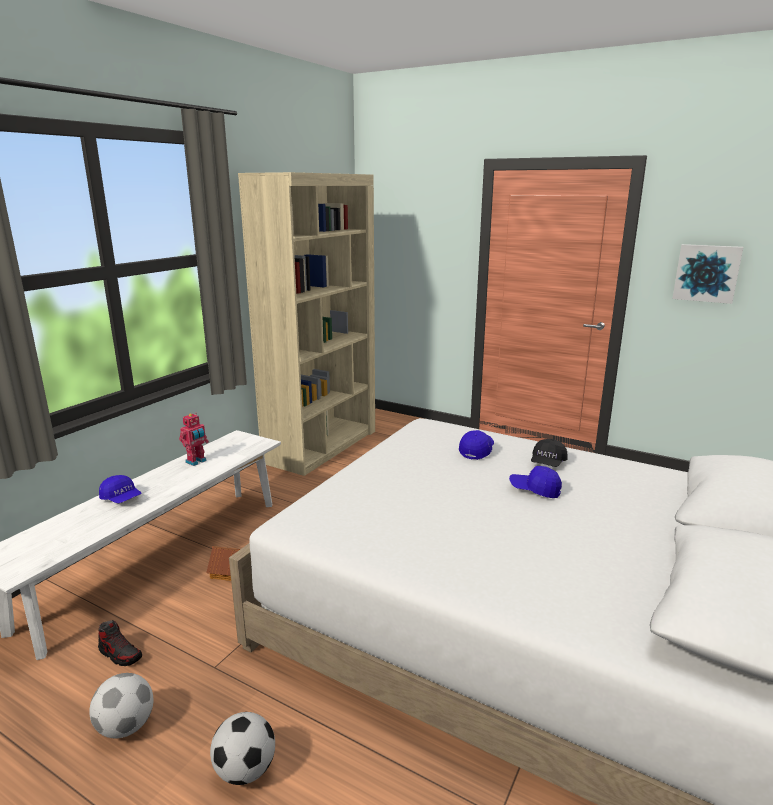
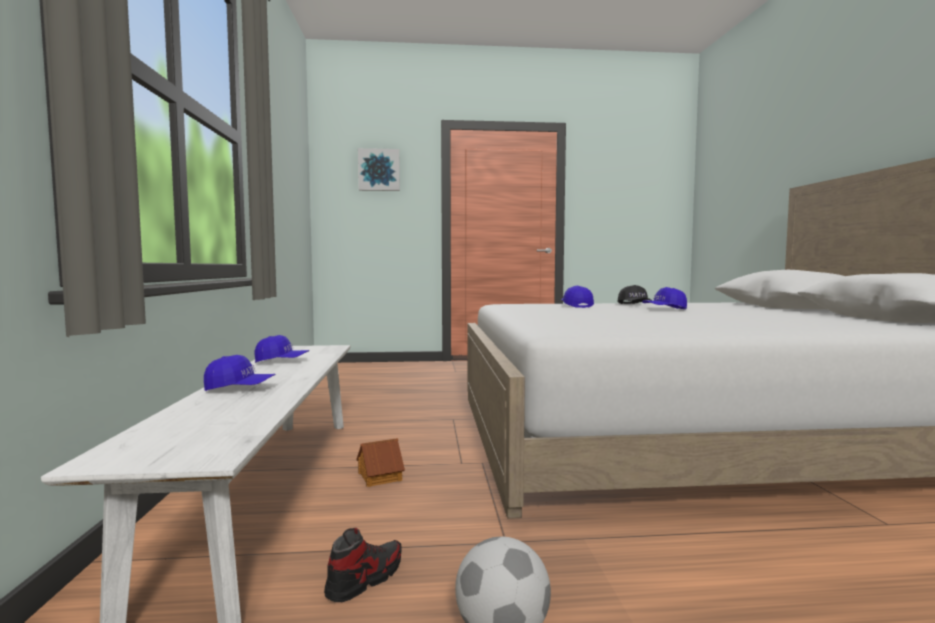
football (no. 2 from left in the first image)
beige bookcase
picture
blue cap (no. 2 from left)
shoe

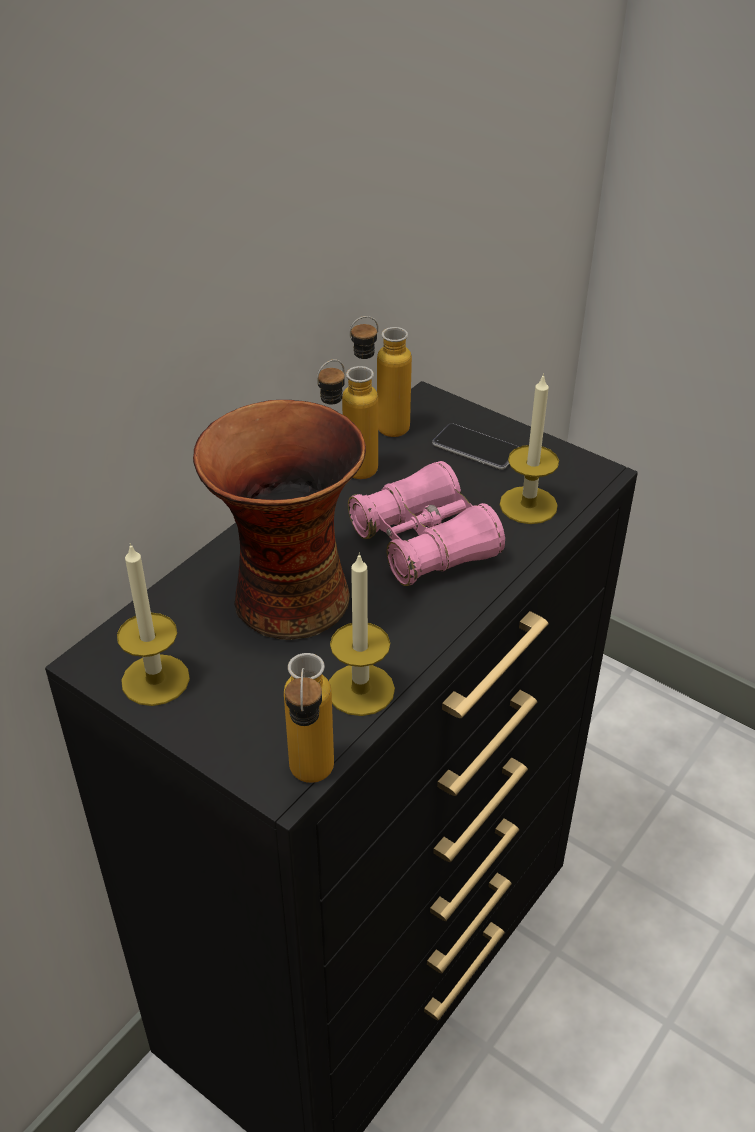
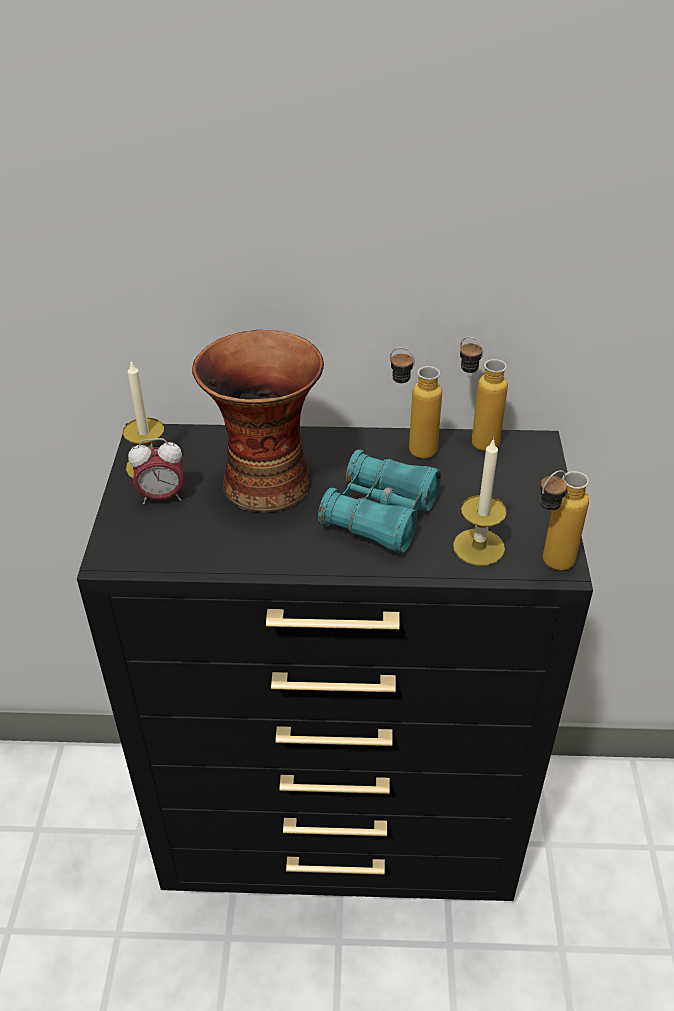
candle (no. 2 from left in the first image)
phone
alarm clock
bottle (no. 3 from left)
turquoise binoculars

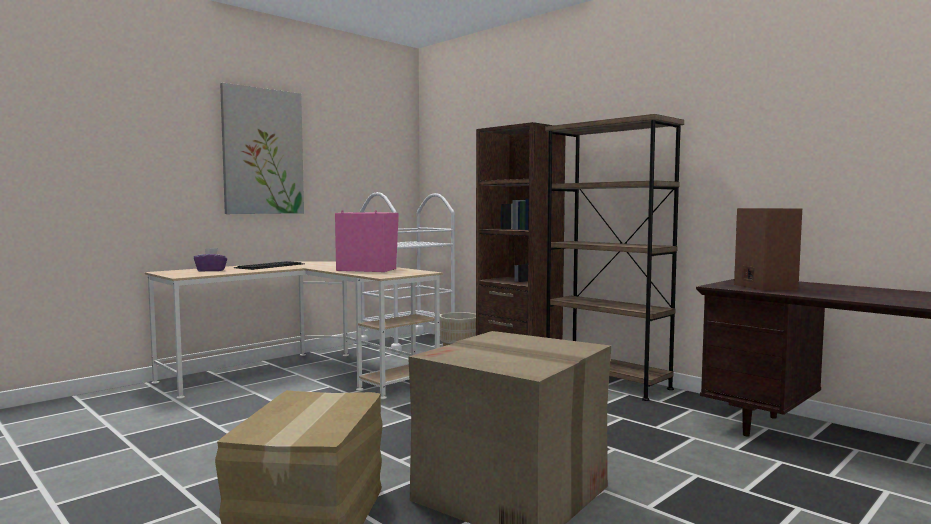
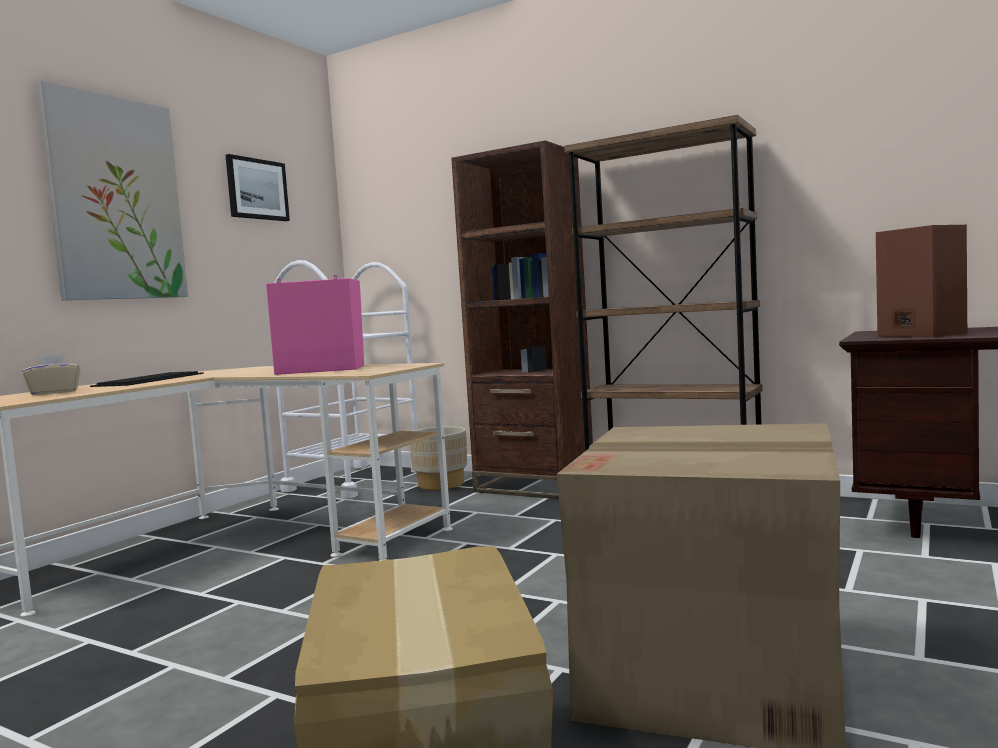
picture (no. 2 from left)
beige tissue box

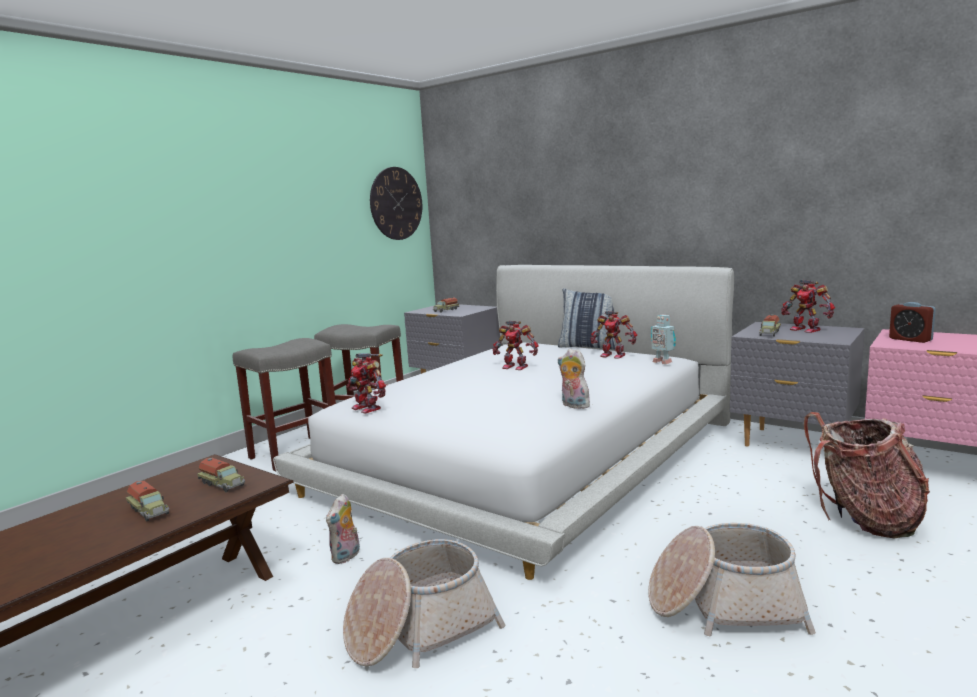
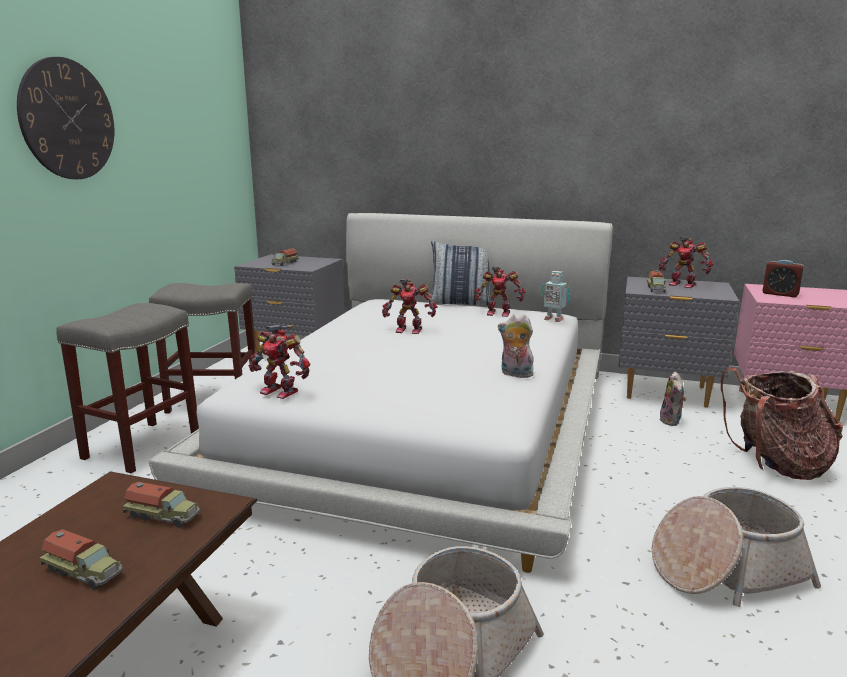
plush toy (no. 2 from left)
wall clock

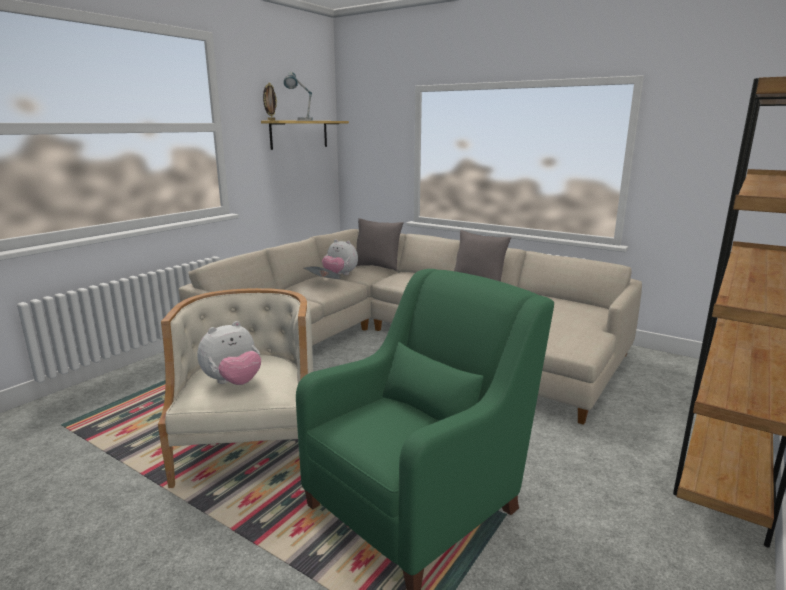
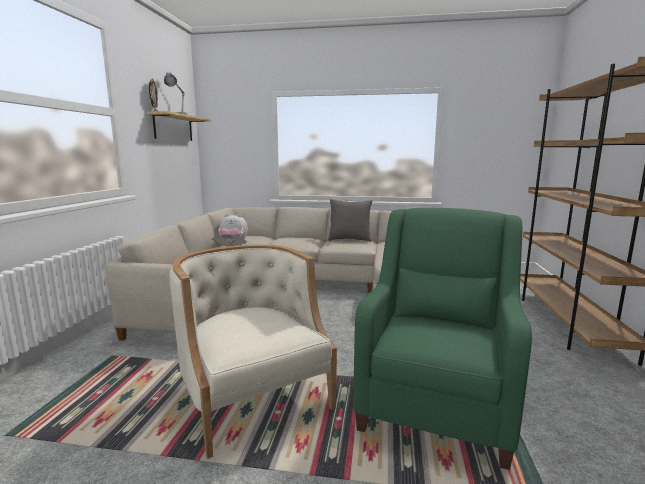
plush toy (no. 1 from left in the first image)
grey pillow (no. 1 from left in the first image)

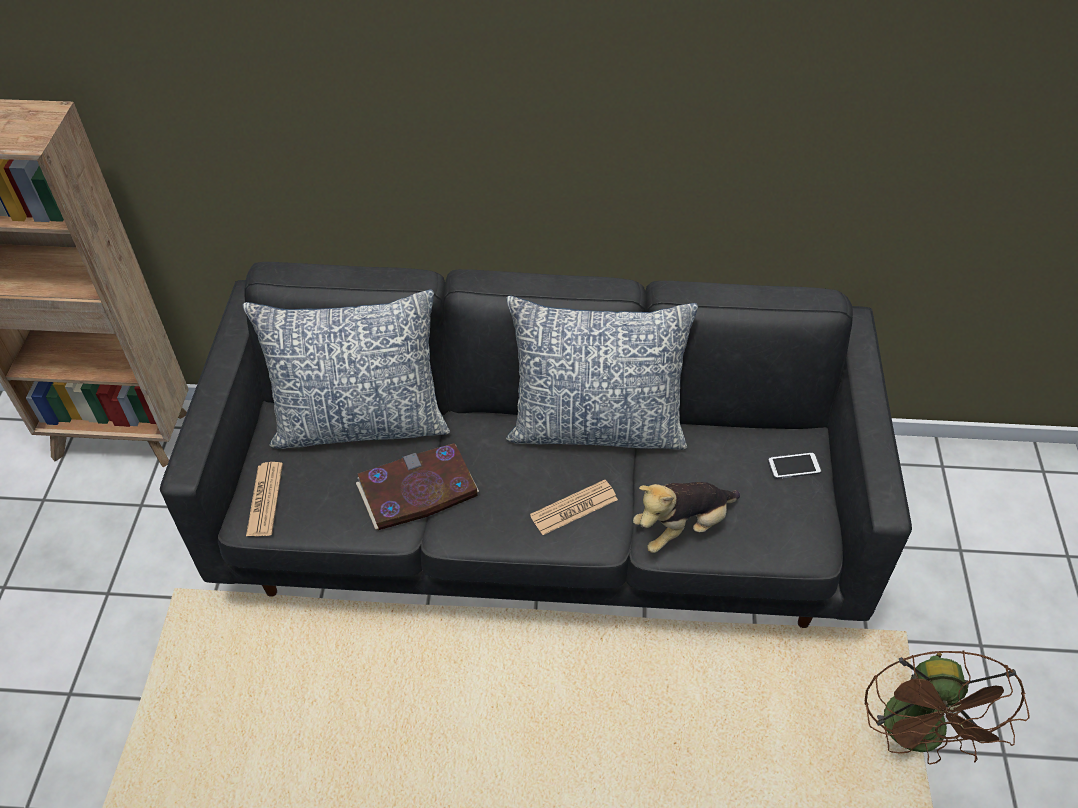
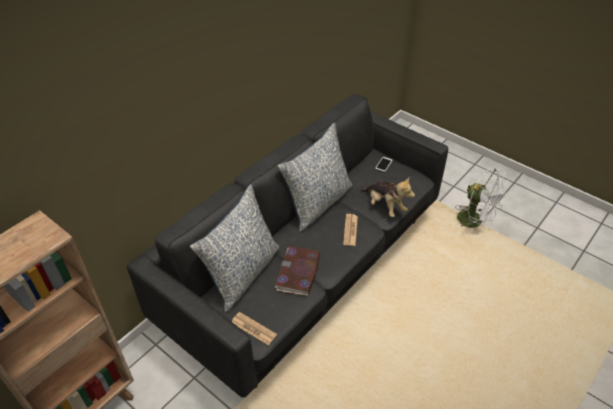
white fan
plush toy

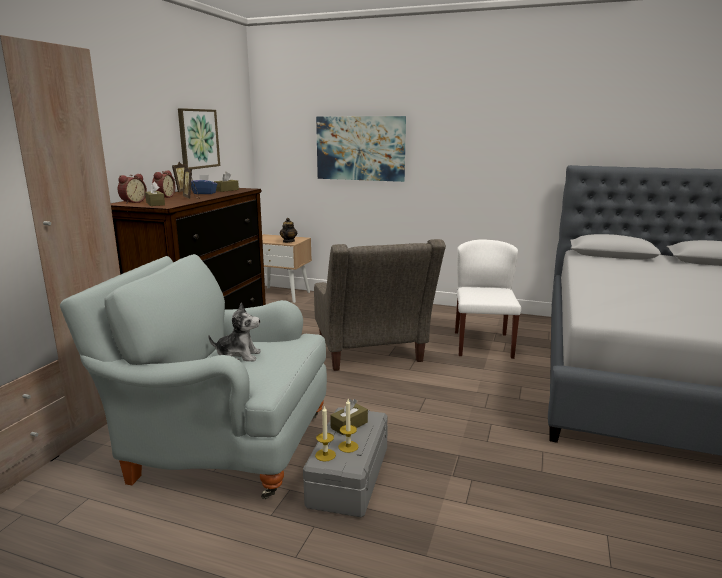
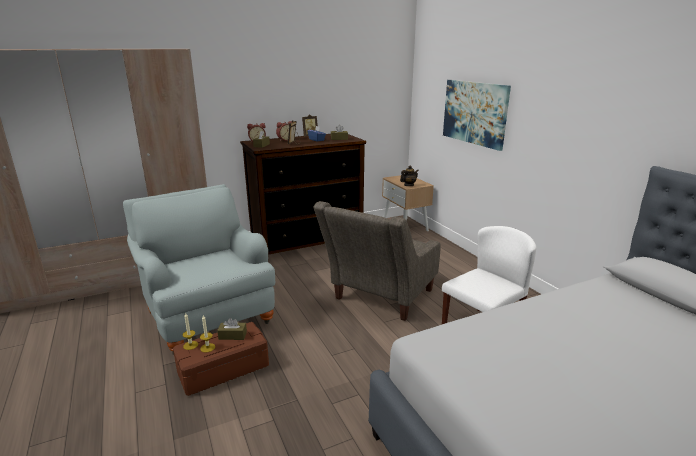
picture (no. 1 from left in the first image)
plush toy
brown storage box

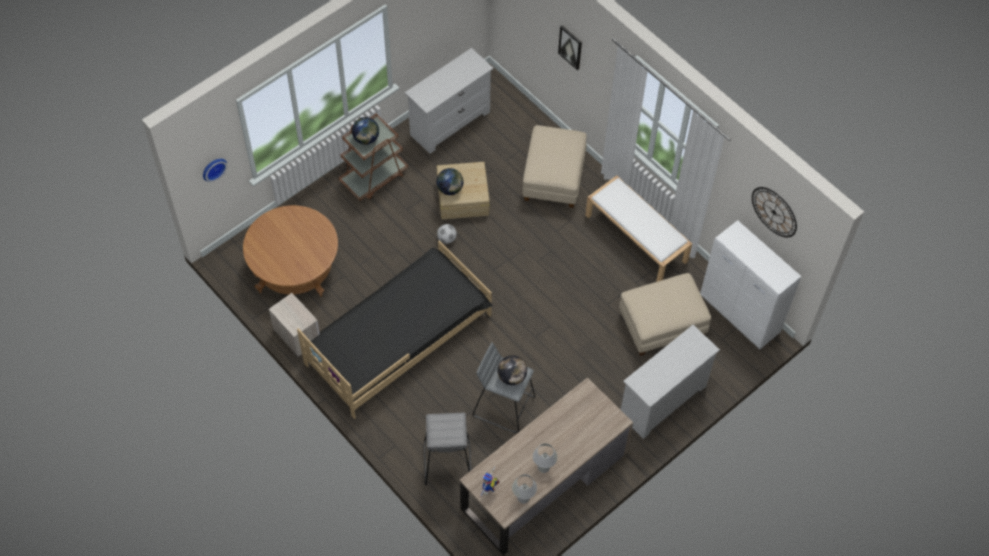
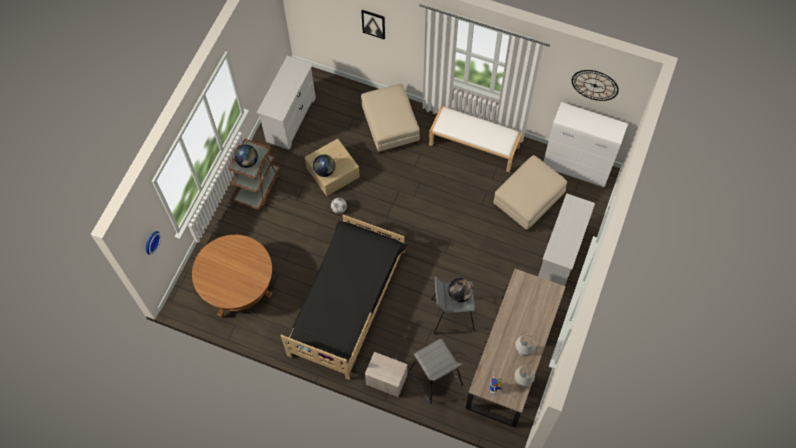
nightstand

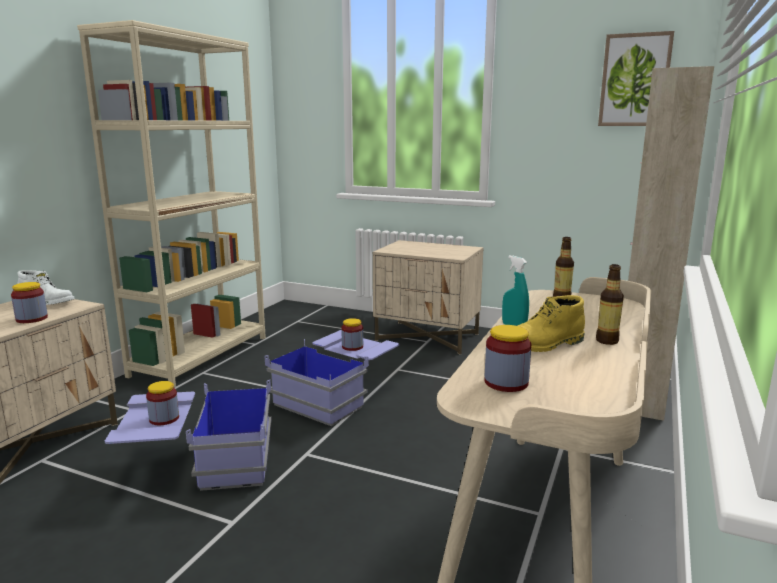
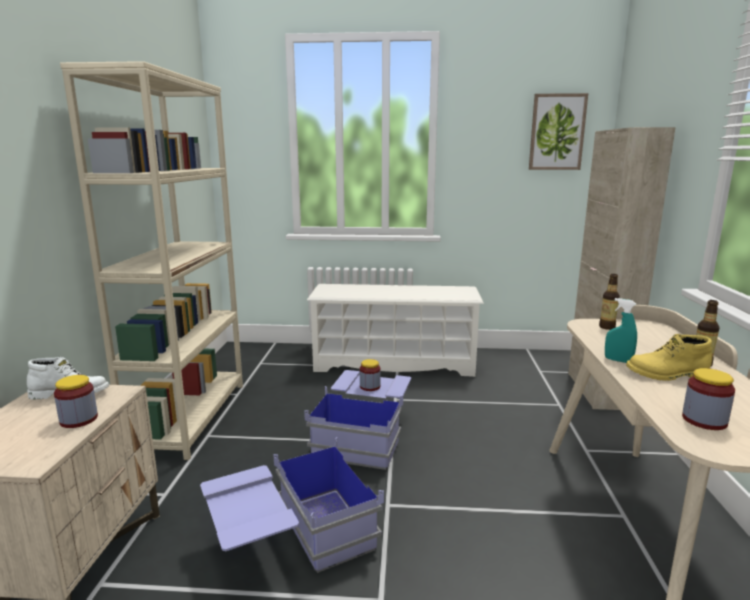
jar (no. 2 from left in the first image)
white shoe rack
yellow boot

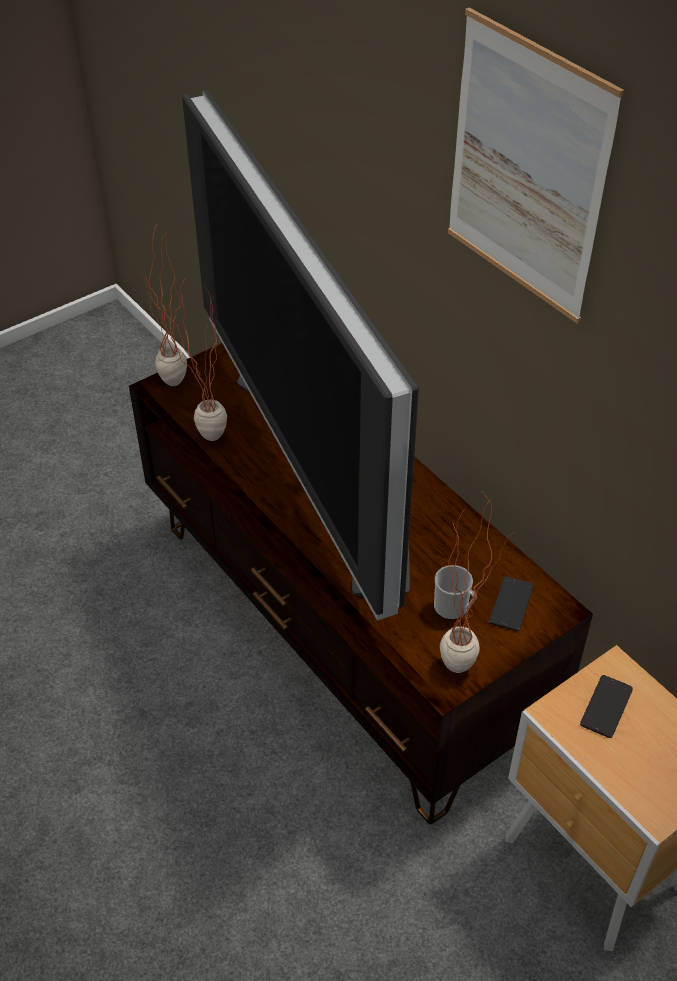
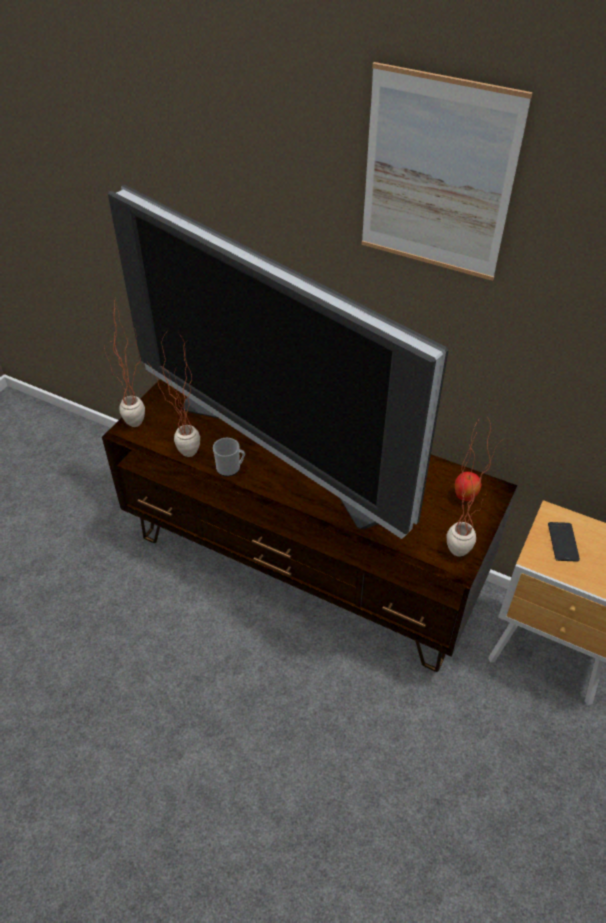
mug
apple

